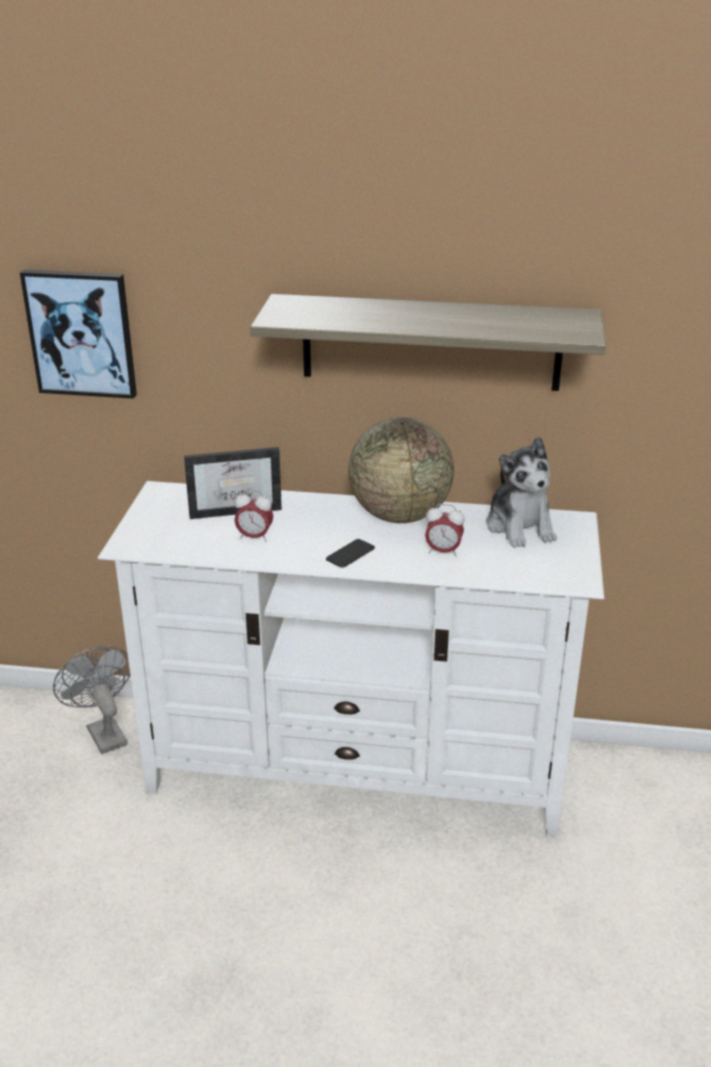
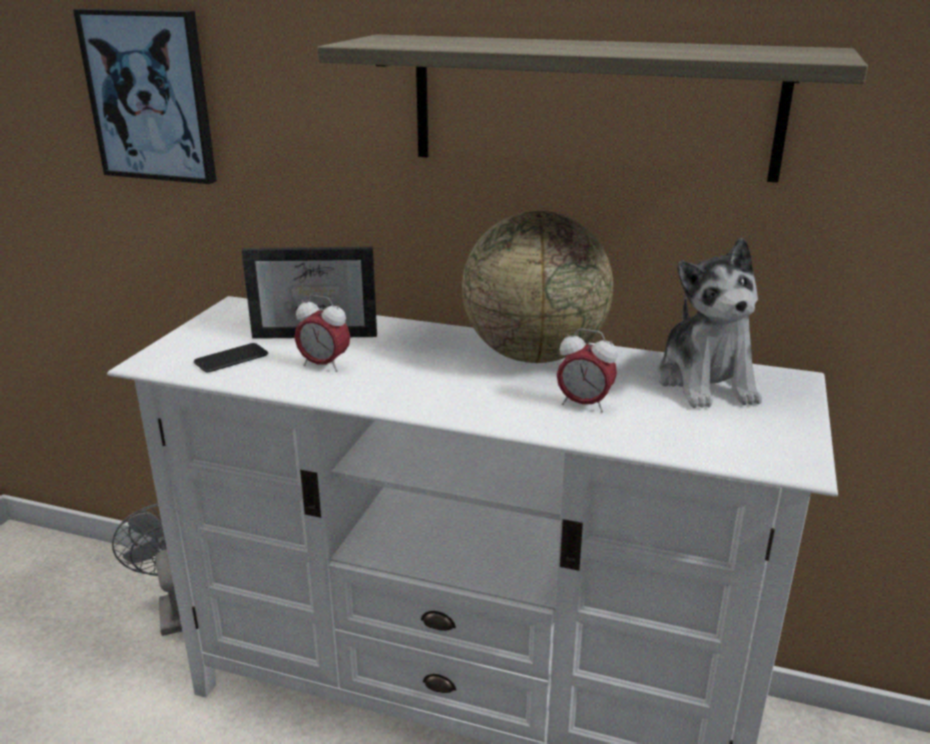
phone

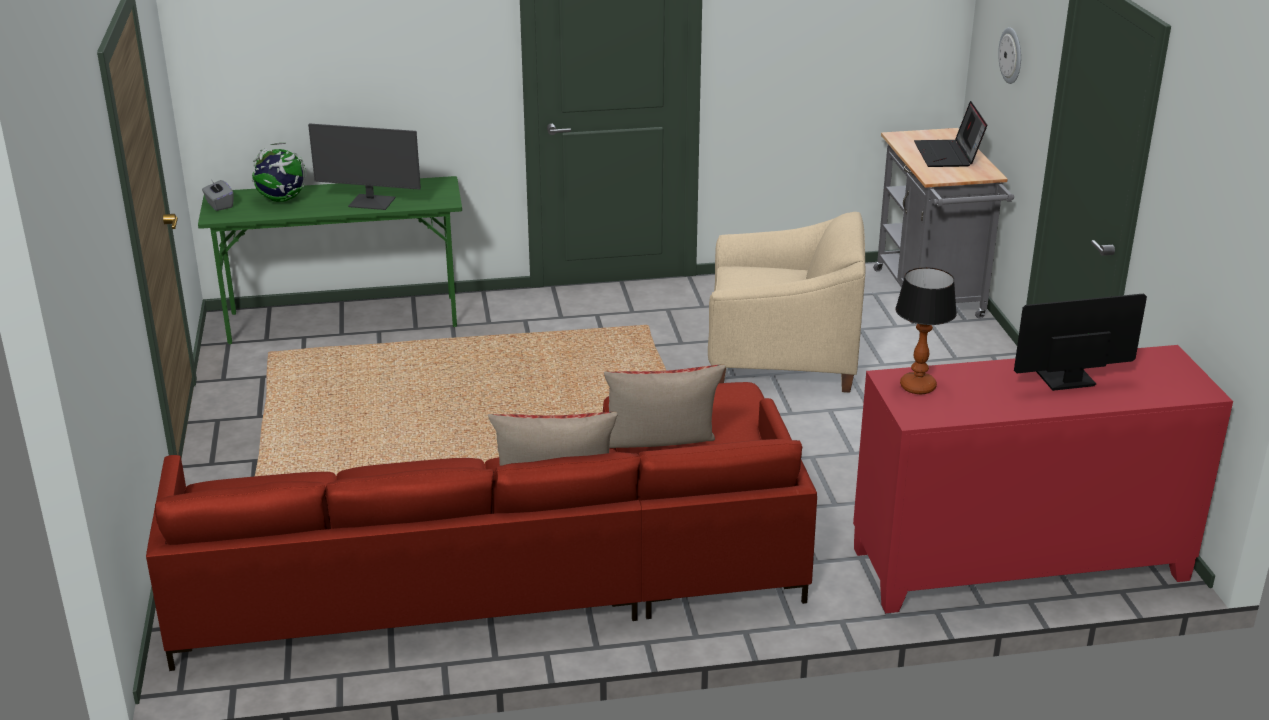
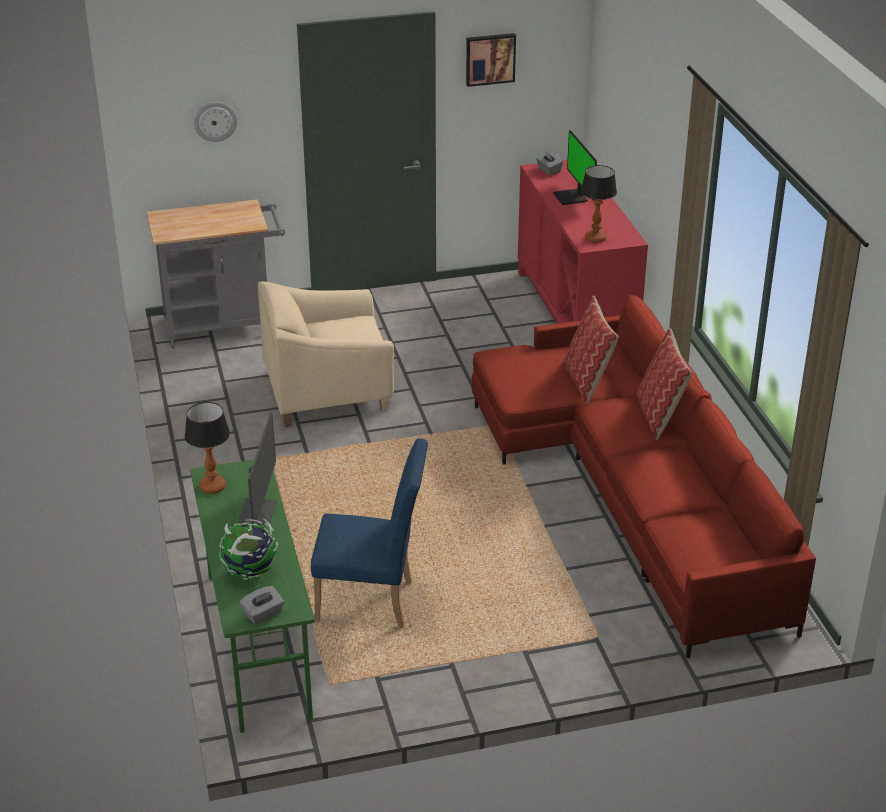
laptop
table lamp (no. 1 from left)
blue chair
picture
grey tissue box (no. 2 from left)
beige armchair

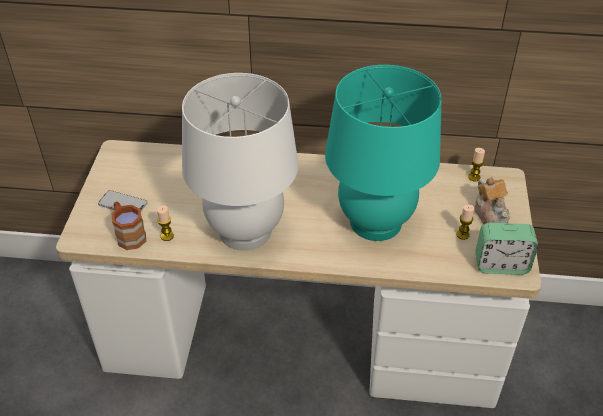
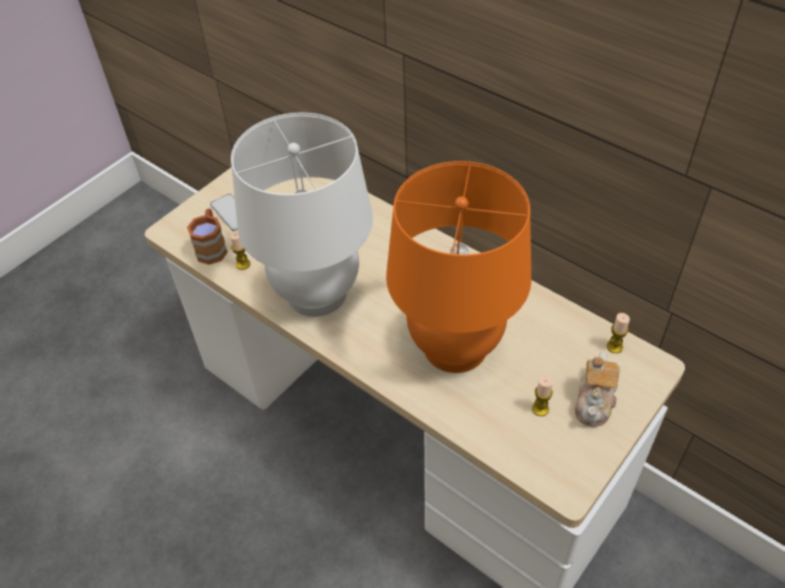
alarm clock
orange table lamp

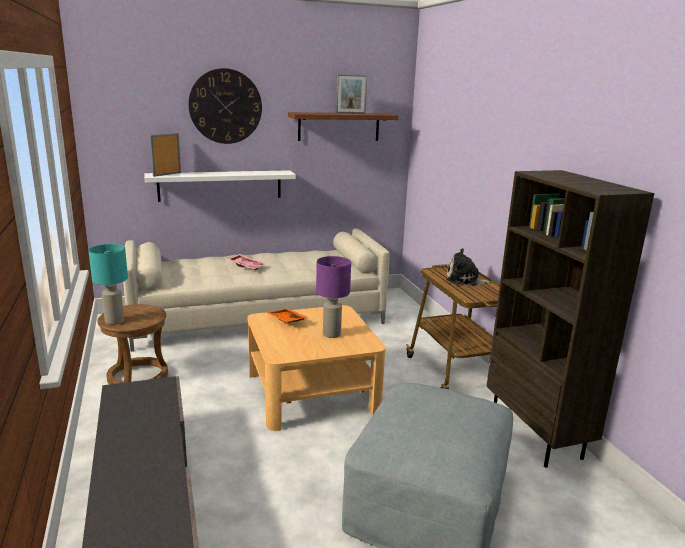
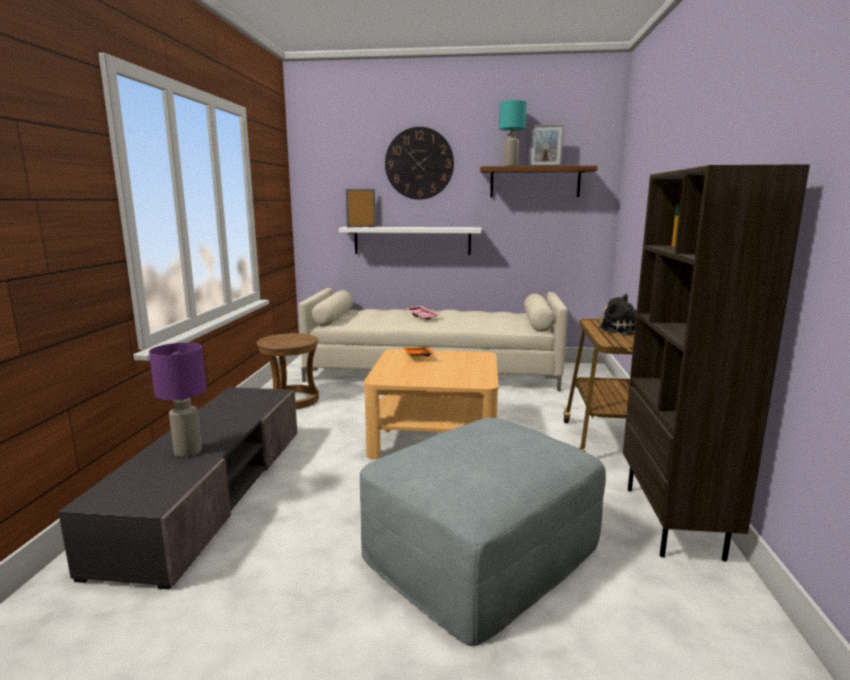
turquoise table lamp
purple table lamp

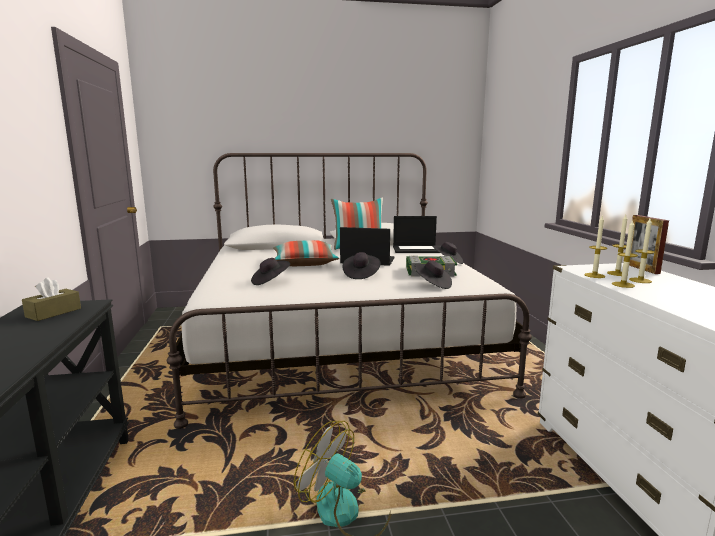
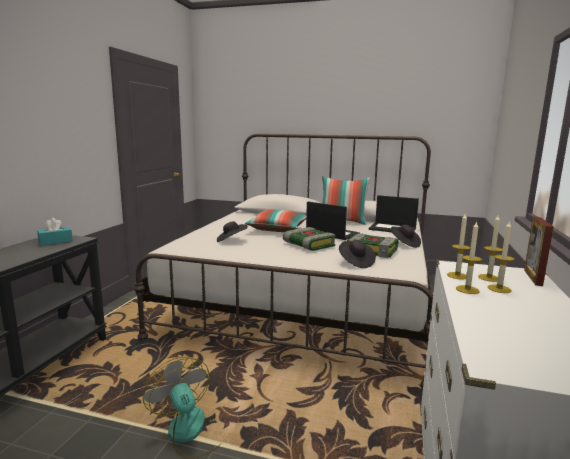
book (no. 1 from left)
turquoise tissue box

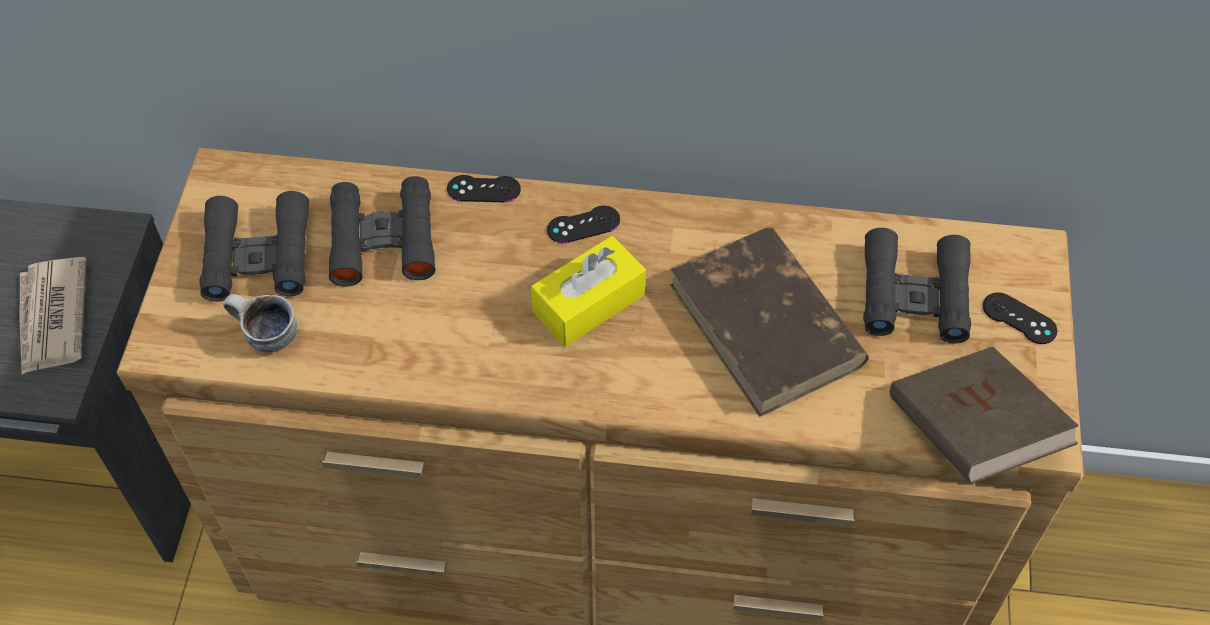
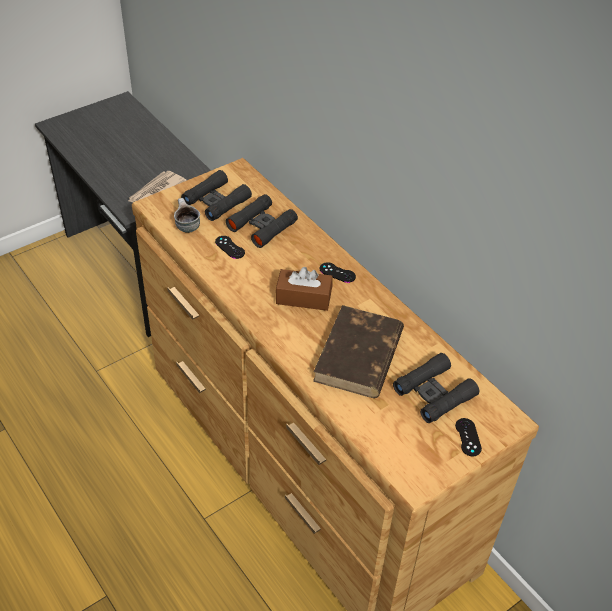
brown book (no. 2 from left in the first image)
black game controller (no. 1 from left)
brown tissue box

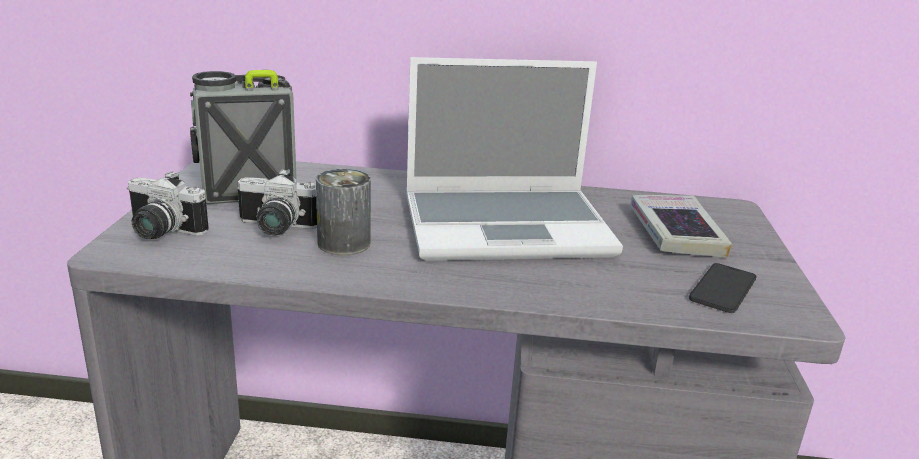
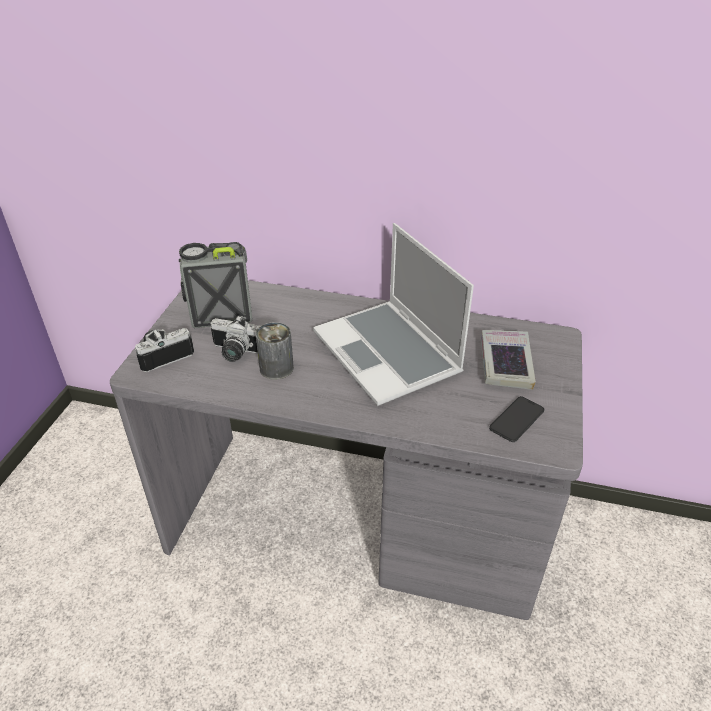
photo camera (no. 1 from left)
laptop

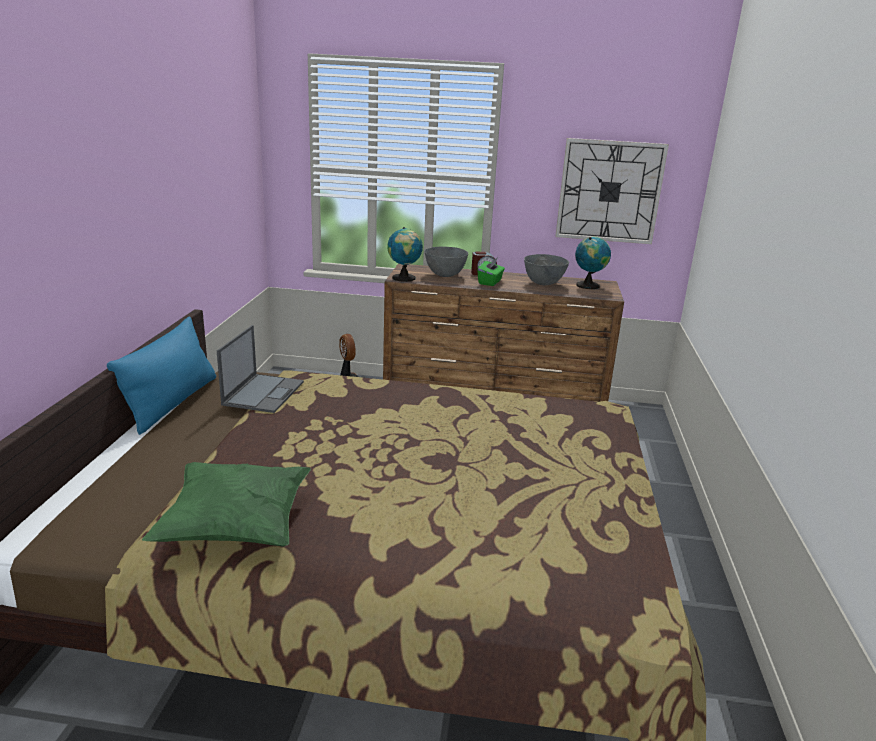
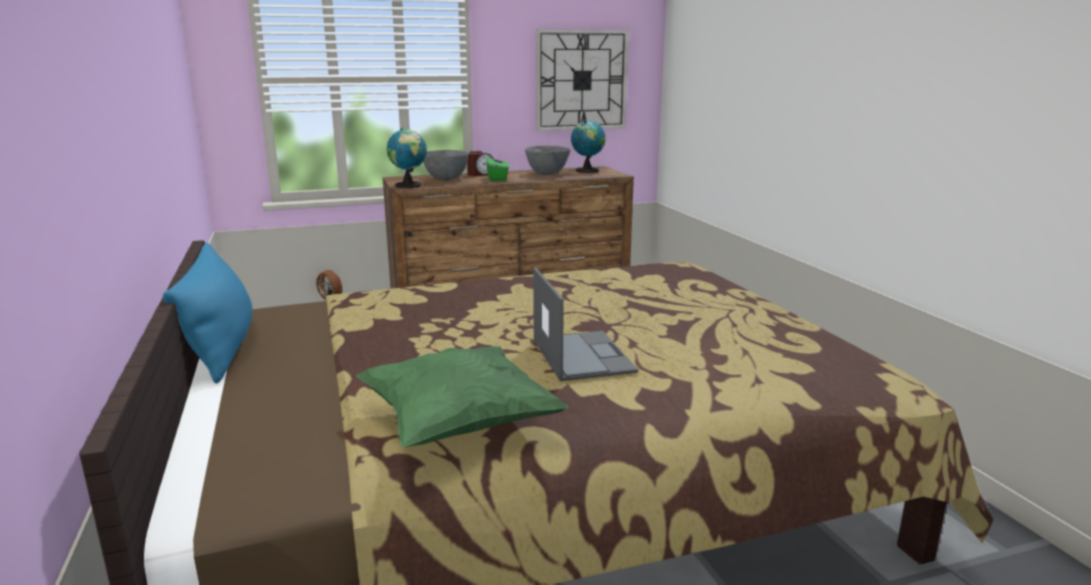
laptop

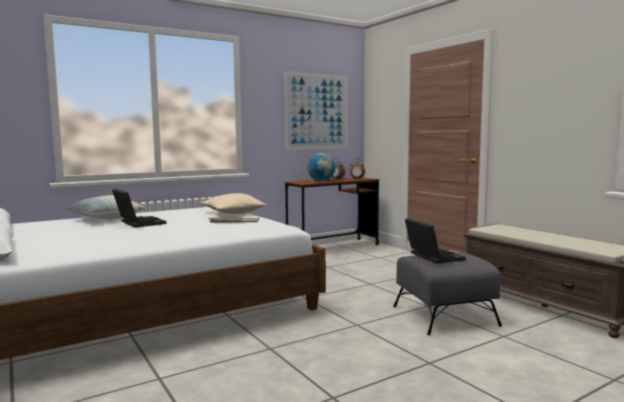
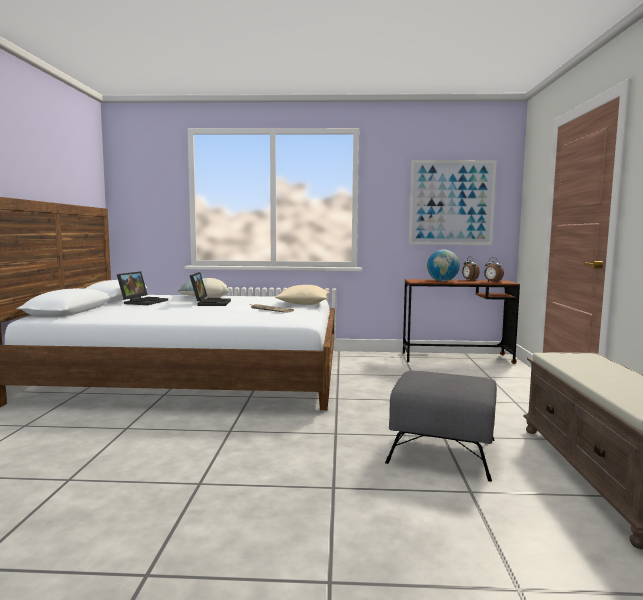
laptop (no. 1 from left)

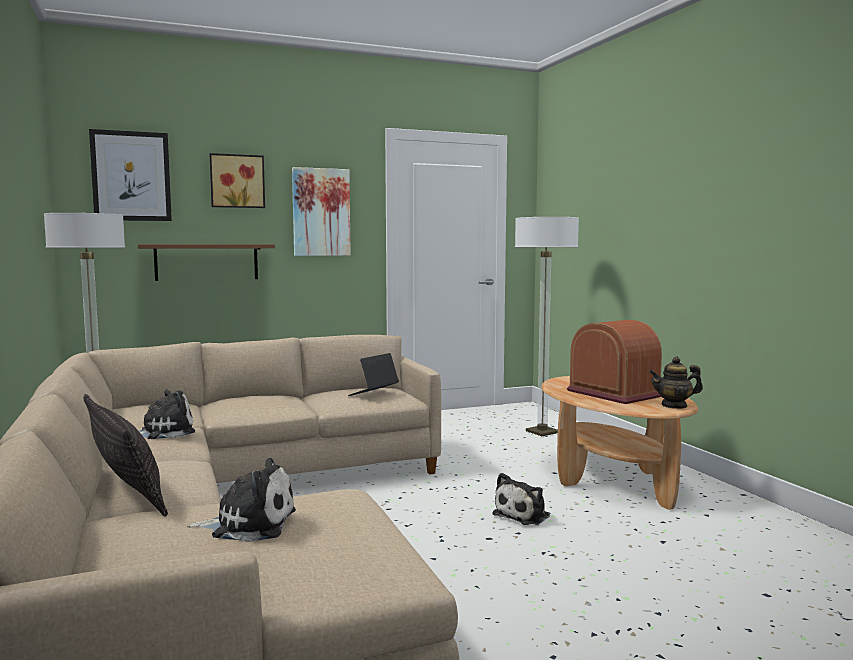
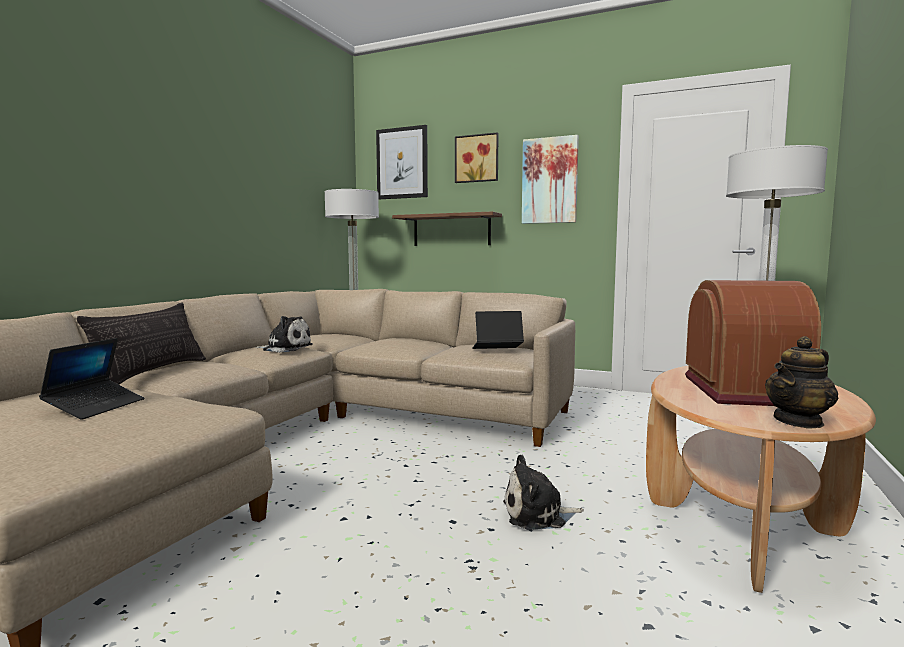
laptop (no. 1 from left)
teapot

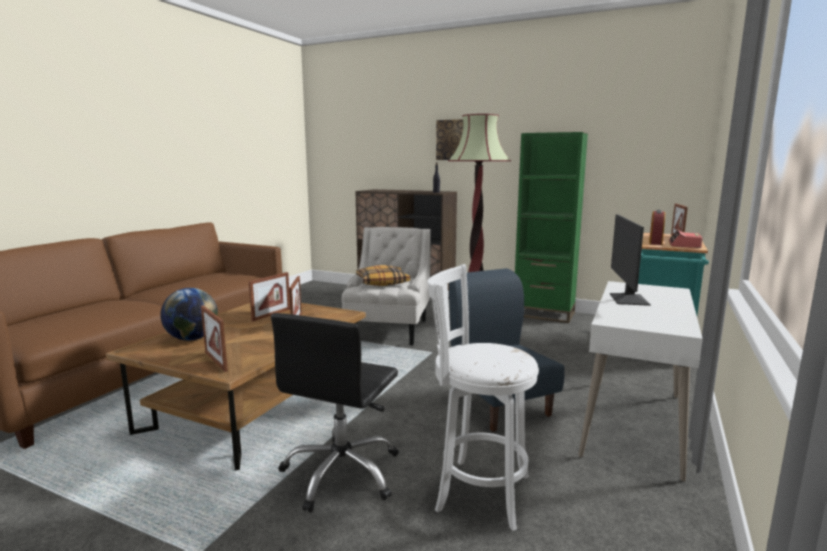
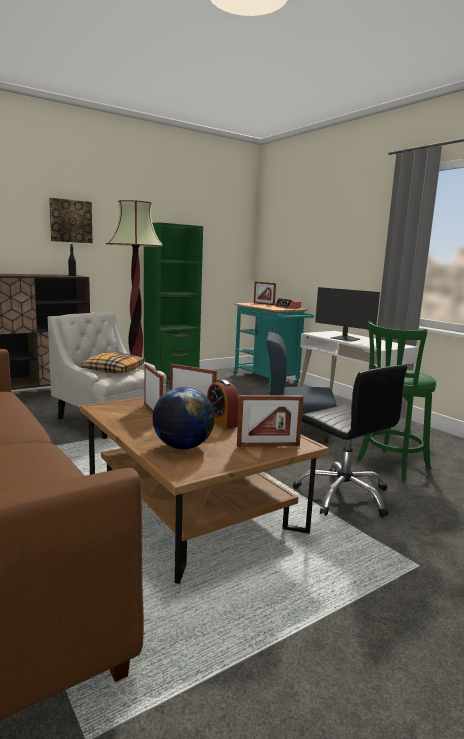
alarm clock (no. 1 from left)
green stool

